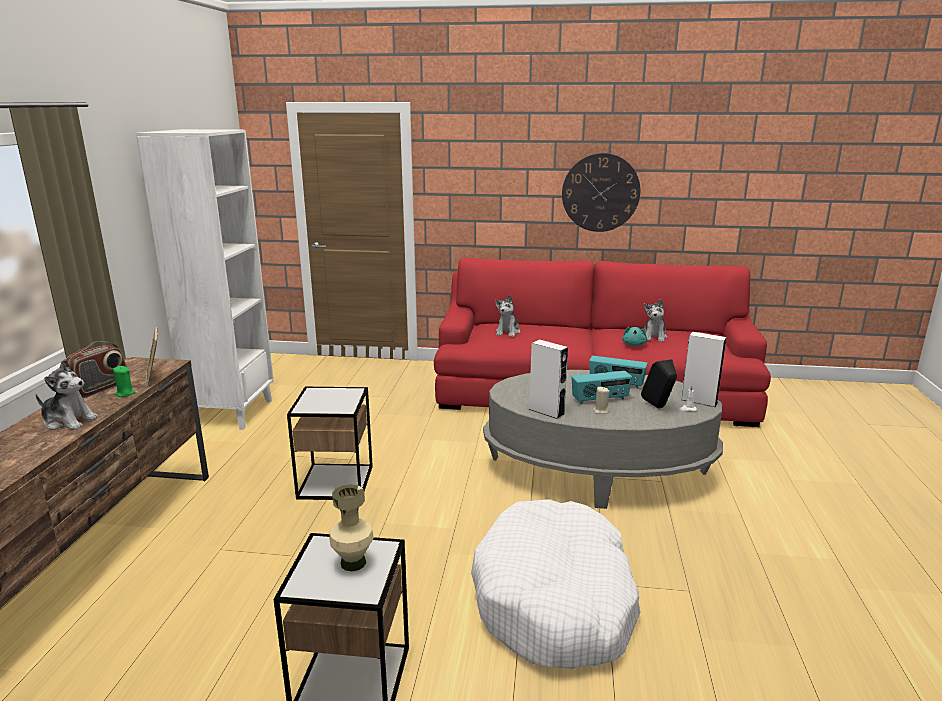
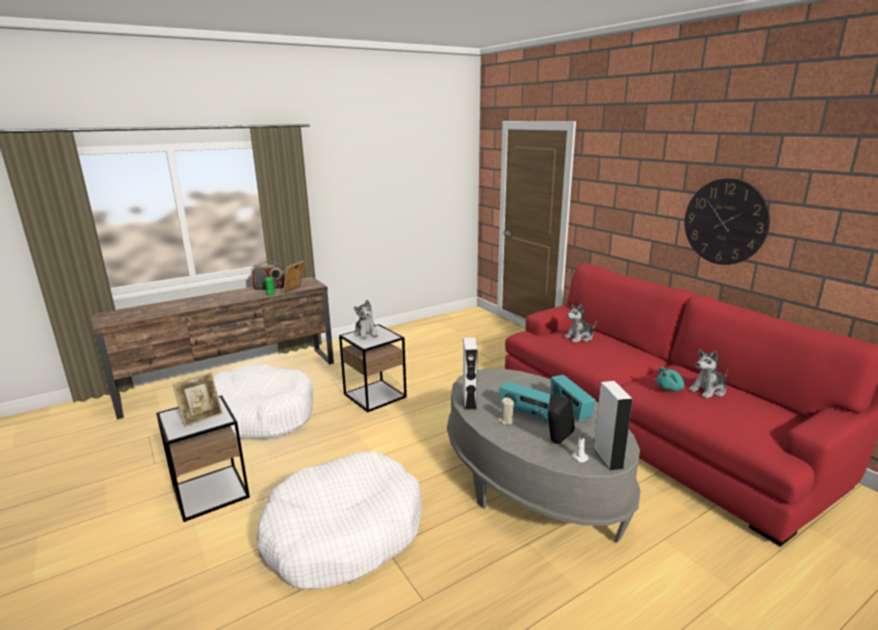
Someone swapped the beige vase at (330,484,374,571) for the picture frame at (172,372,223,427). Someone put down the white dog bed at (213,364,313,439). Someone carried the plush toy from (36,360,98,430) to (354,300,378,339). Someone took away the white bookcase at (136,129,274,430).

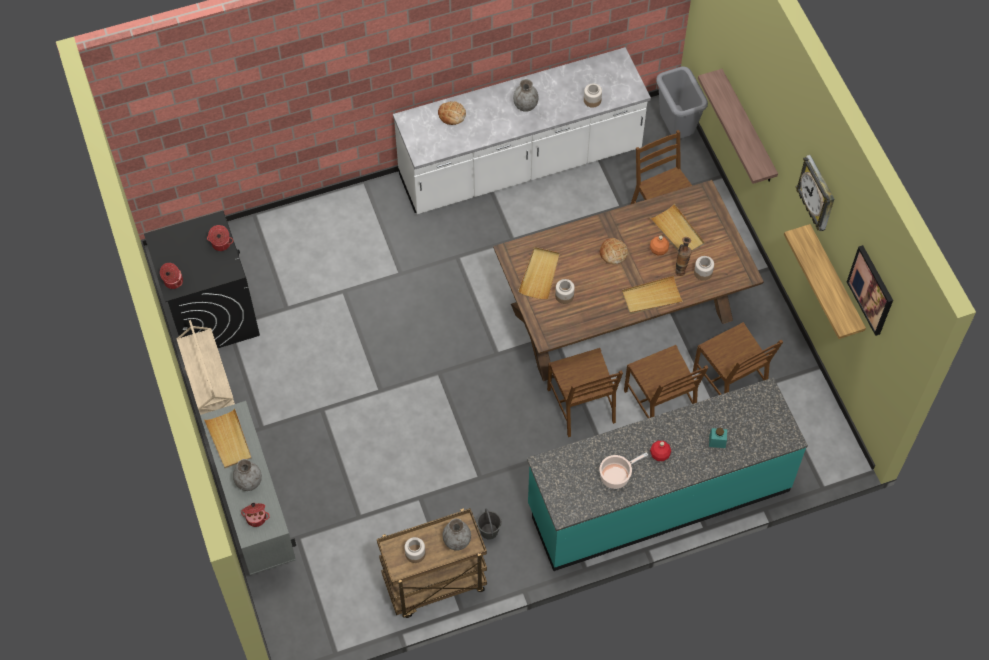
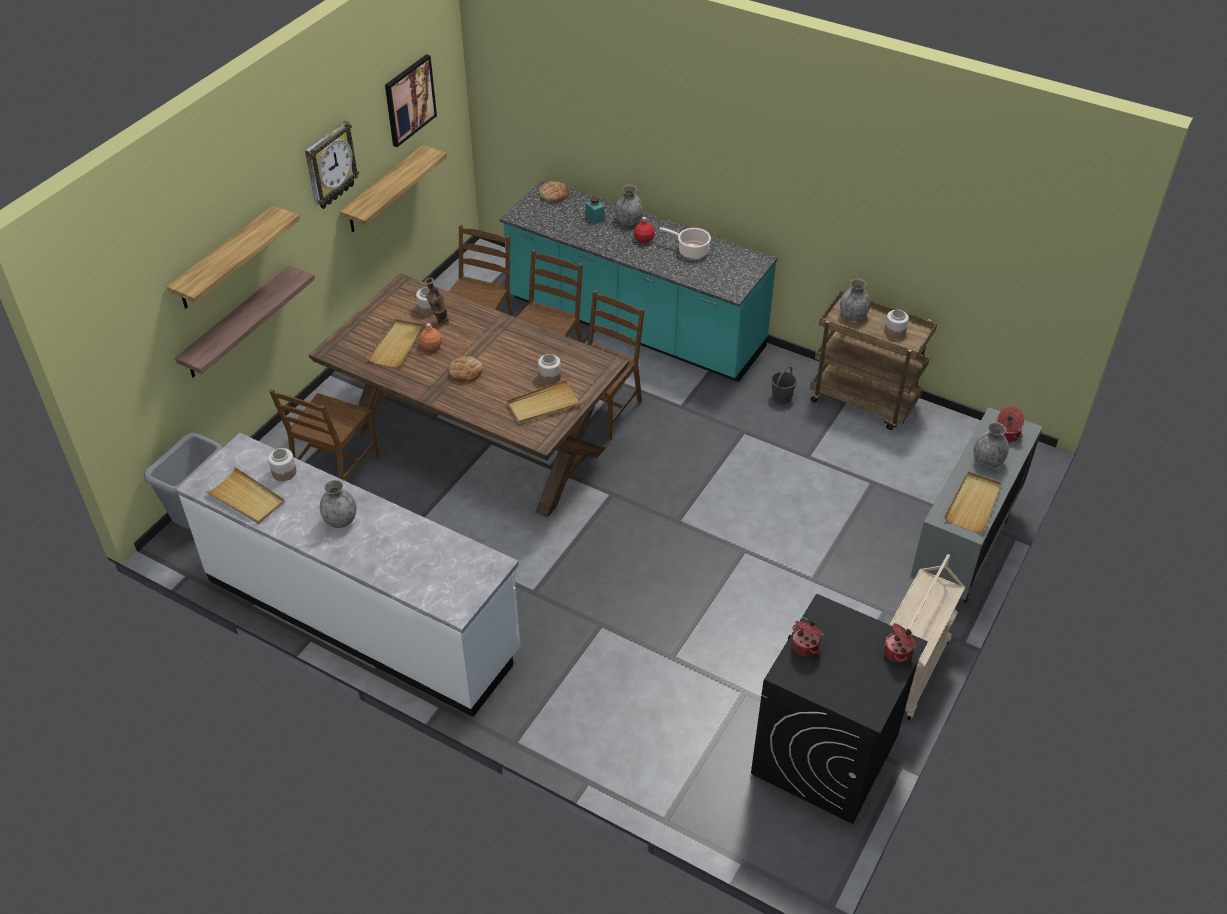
Someone put up the shelf at (167,206,300,309). Someone carried the beige tray from (622,276,684,314) to (205,467,285,524). Someone carried the bread from (438,101,466,125) to (539,181,569,203). Someone put down the grey vase at (615,185,643,226).

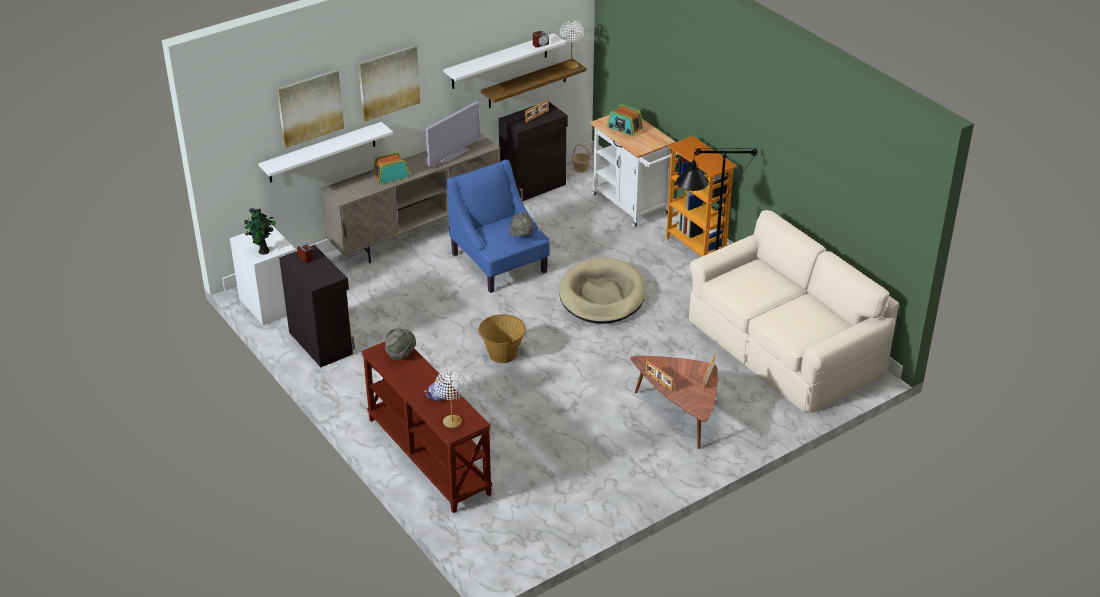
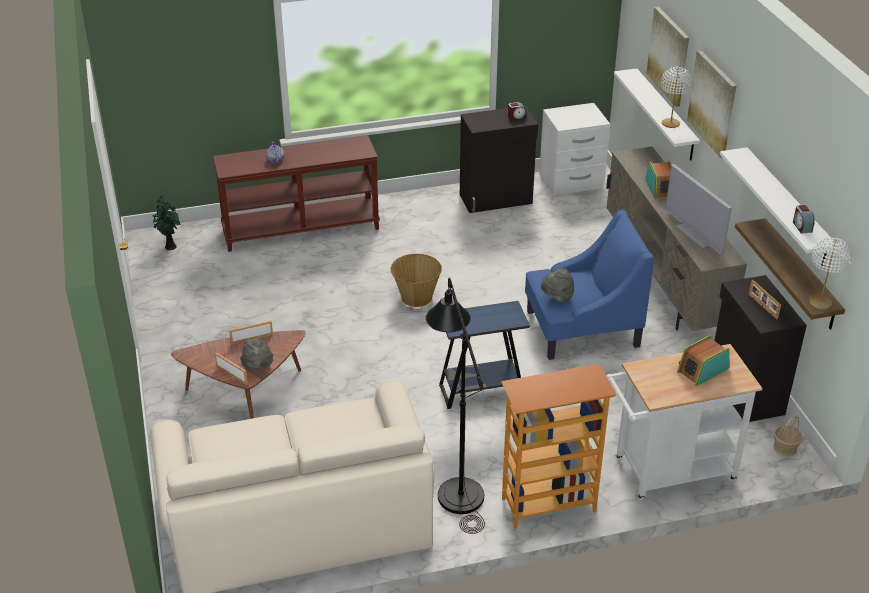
Someone carried the potted plant from (245,208,277,255) to (153,196,181,250). Someone carried the grey hat from (385,328,416,360) to (240,337,273,369). Someone swapped the beige dog bed at (559,258,646,324) for the blue side table at (439,301,530,409). Someone carried the white table lamp from (434,369,467,428) to (661,67,692,128).

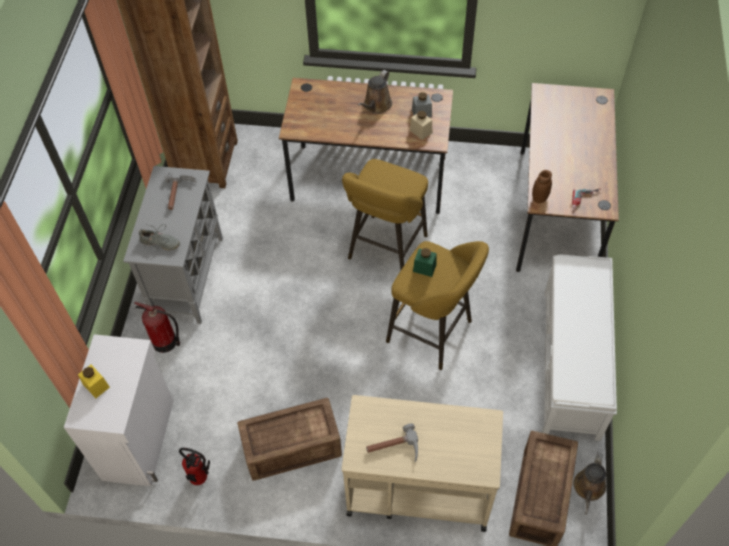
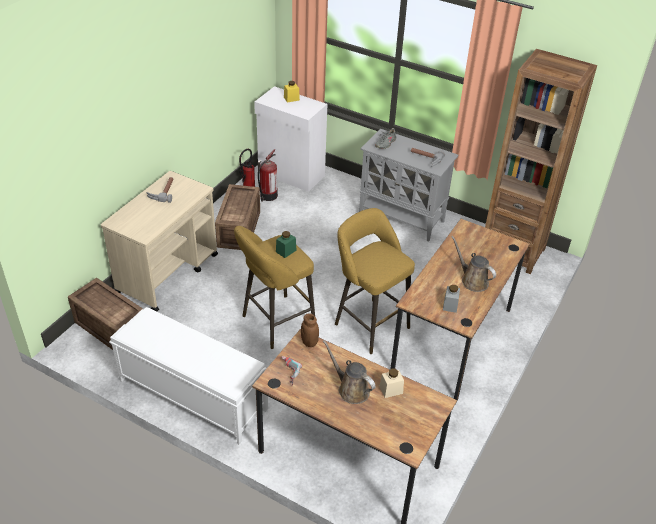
Someone carried the fire extinguisher from (134,302,180,353) to (258,149,278,201). Someone carried the brown watering can from (573,452,606,515) to (323,340,375,404). Someone carried the beige jar from (410,111,432,140) to (379,368,404,398).

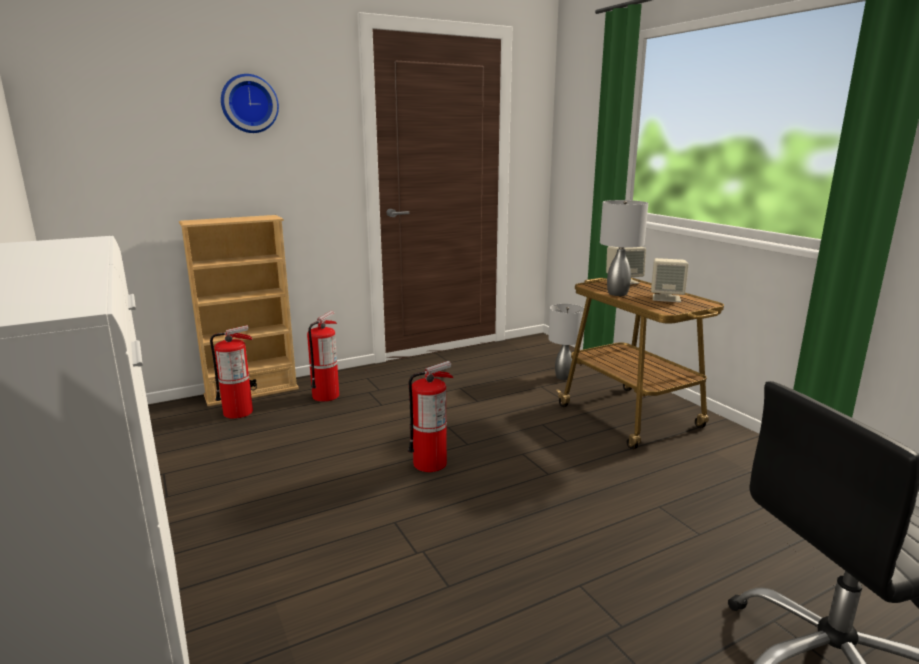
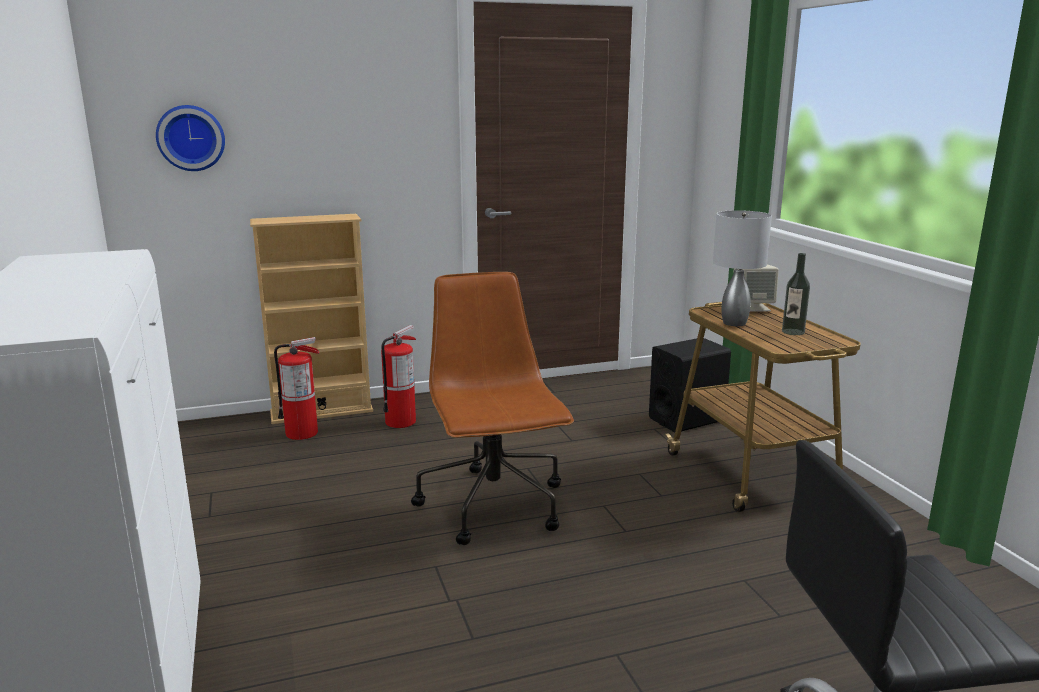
Someone carried the wall clock from (221,74,279,133) to (156,105,225,171). Someone swapped the fire extinguisher at (408,361,453,472) for the brown office chair at (411,272,574,545). Someone swapped the grey table lamp at (548,304,584,380) for the black speaker at (649,338,731,433). Someone swapped the beige speaker at (651,258,689,302) for the bottle at (782,253,810,335).

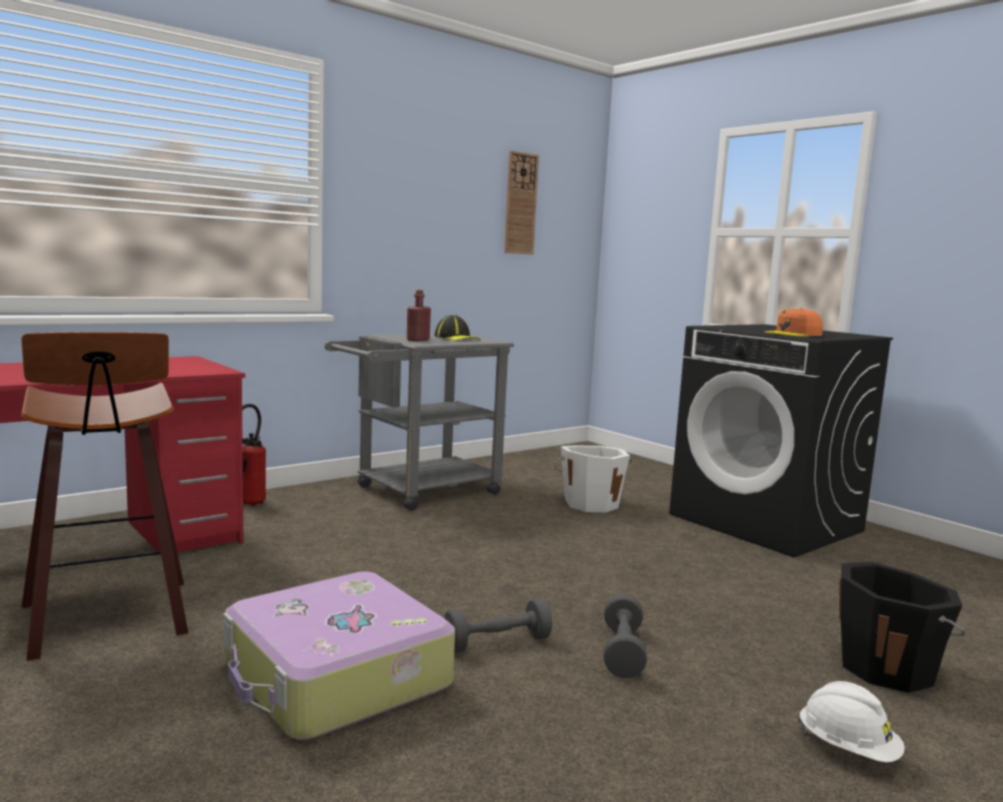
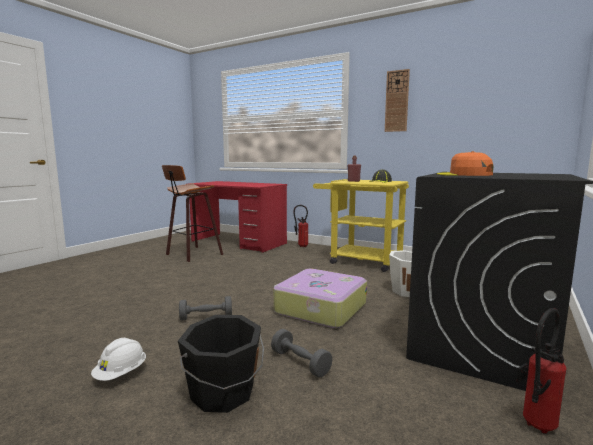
Someone carried the grey dumbbell from (444,598,552,652) to (271,329,332,378). Someone carried the suitcase from (223,571,455,740) to (274,269,367,328). Someone repainted the grey cart at (325,333,514,511), which became the yellow cart at (313,179,409,272). Someone carried the wall clock from (504,151,539,255) to (385,69,410,132). Someone put down the fire extinguisher at (517,308,567,434).

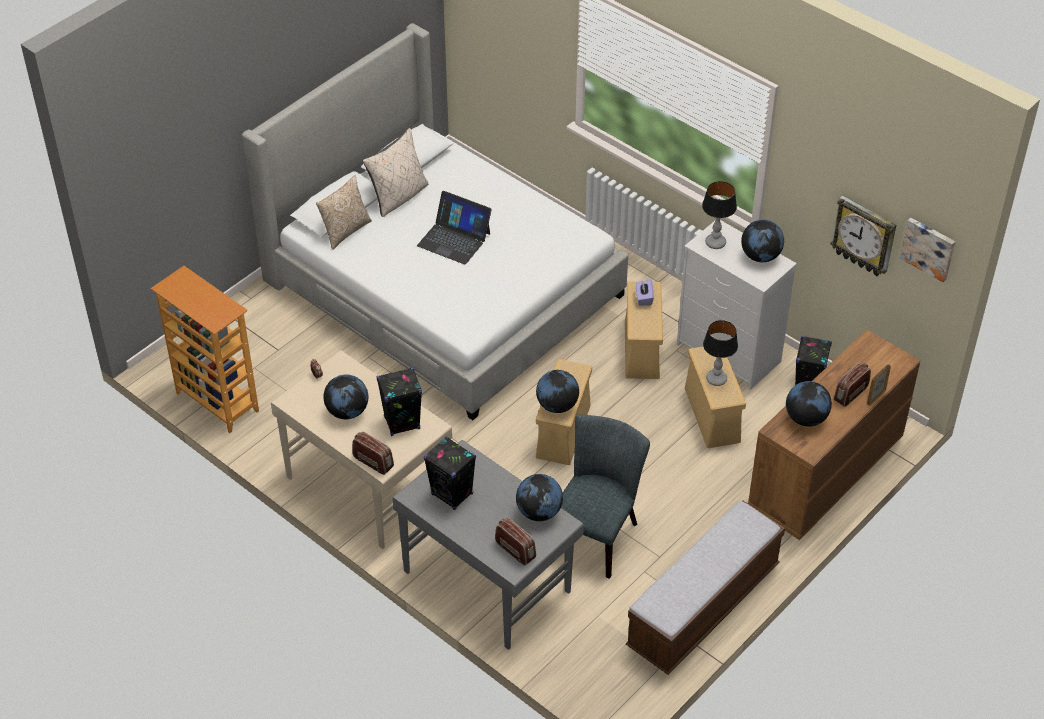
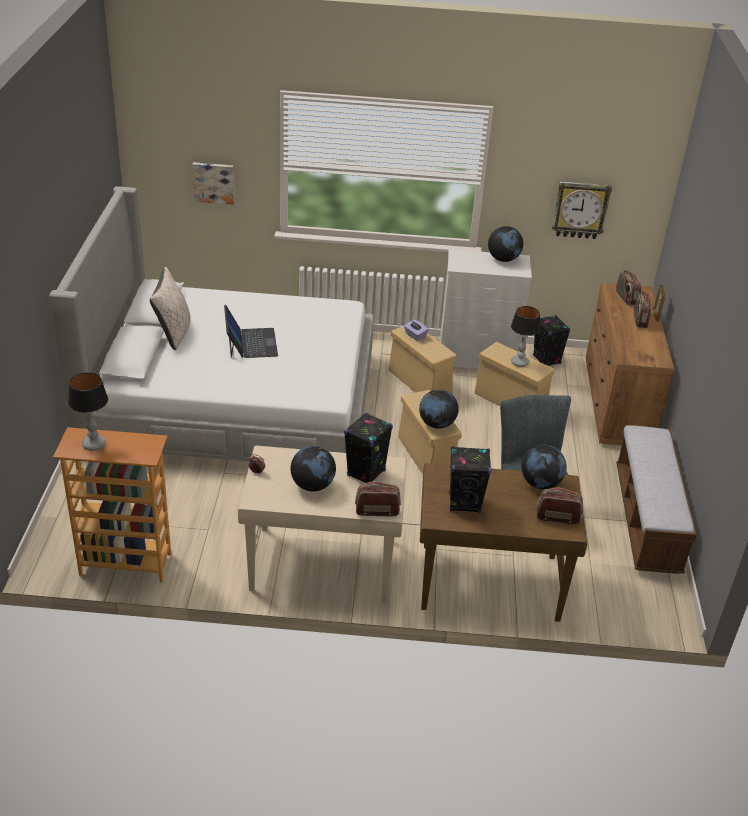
Someone carried the table lamp from (702,181,737,249) to (68,372,108,451). Someone carried the picture from (900,218,955,282) to (192,162,235,205). Someone rotated the laptop at (417,191,492,265) by 90 degrees counterclockwise. Someone repainted the grey desk at (392,440,584,650), which became the brown desk at (420,463,587,622). Someone put down the radio at (616,270,642,306). Someone took away the pillow at (316,175,372,250). Someone took away the globe at (786,381,832,427).

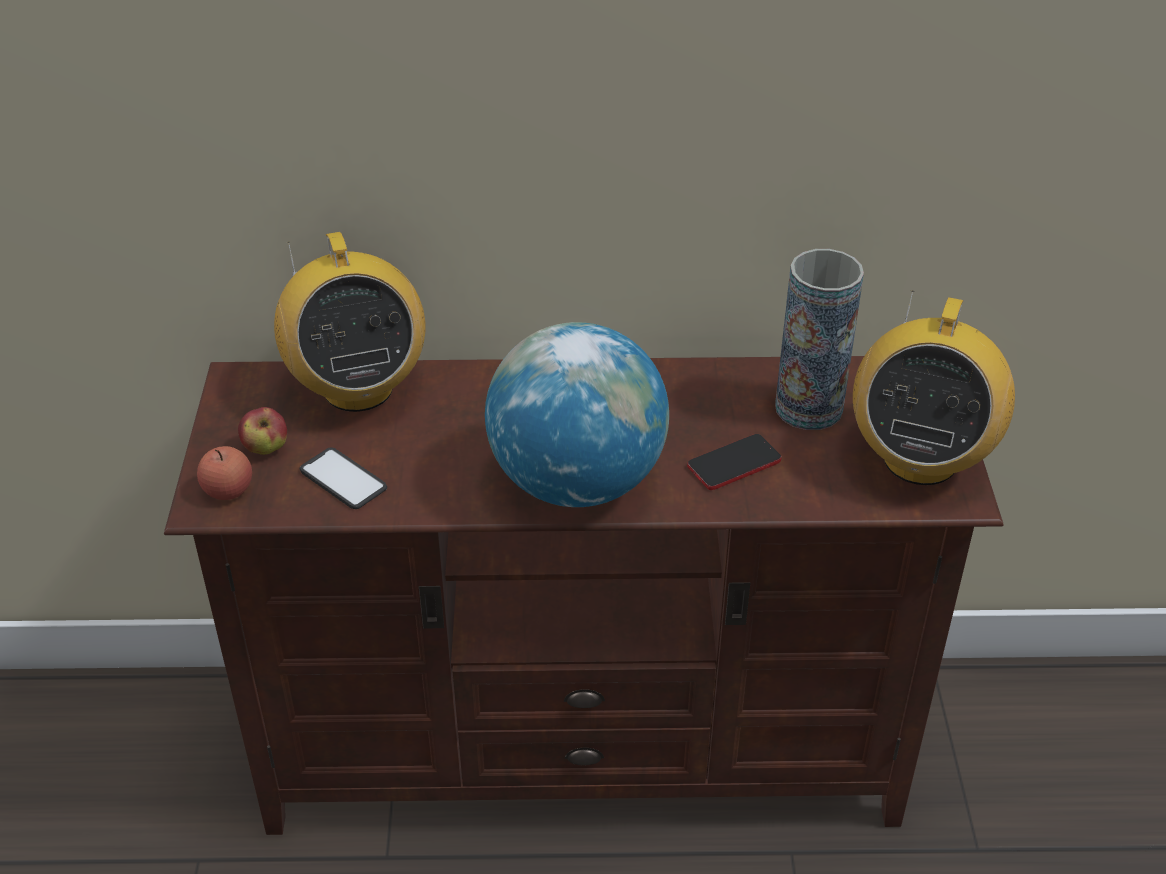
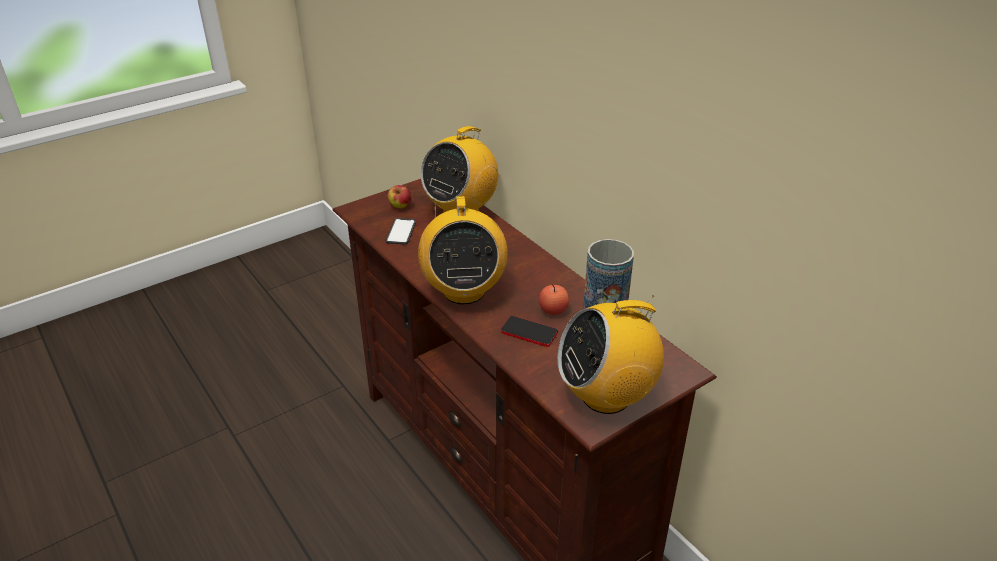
Someone swapped the globe at (485,322,669,507) for the radio at (418,196,508,304). Someone carried the apple from (197,446,252,500) to (539,284,569,315).

